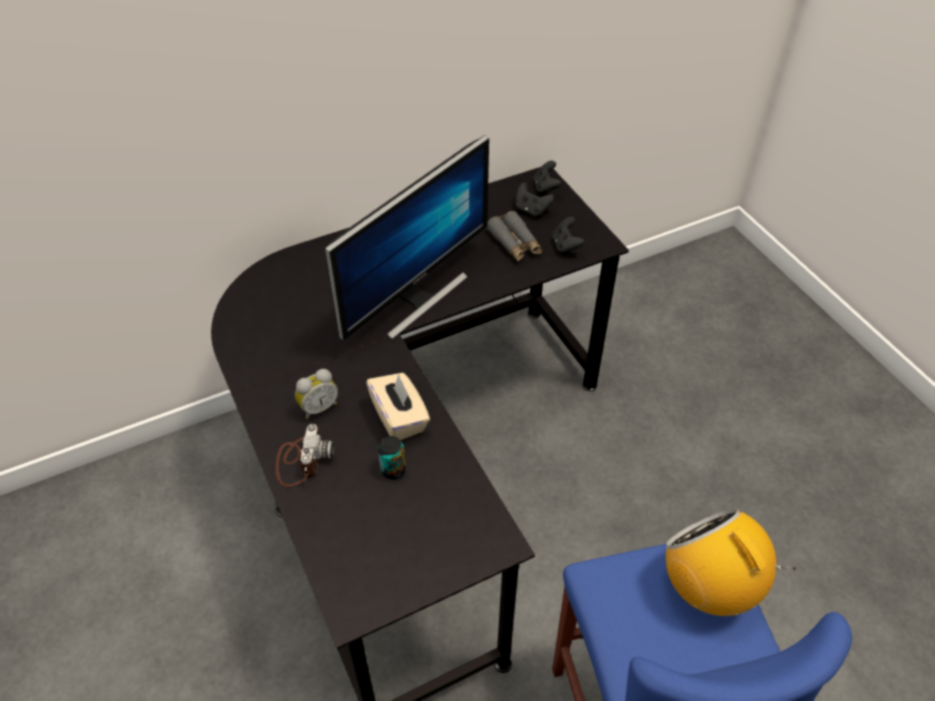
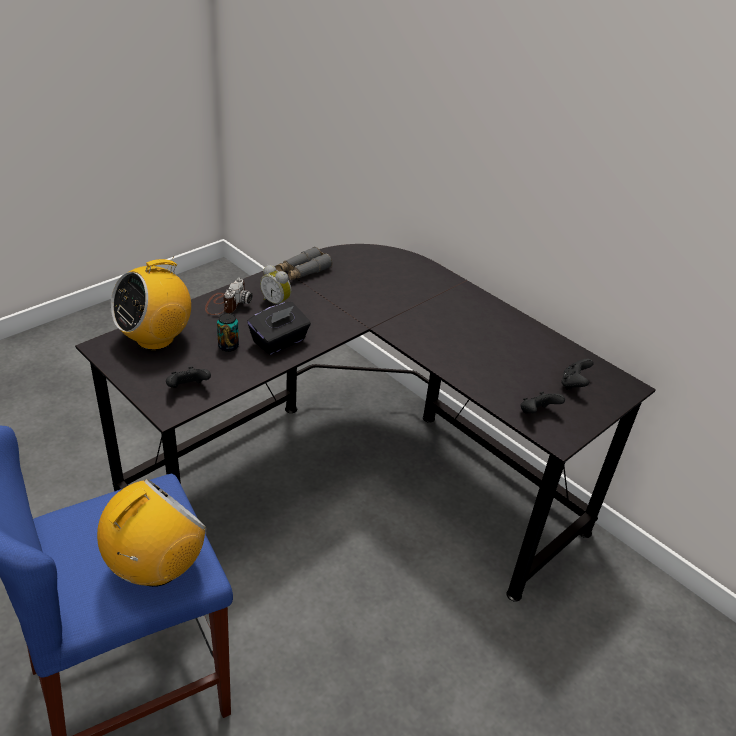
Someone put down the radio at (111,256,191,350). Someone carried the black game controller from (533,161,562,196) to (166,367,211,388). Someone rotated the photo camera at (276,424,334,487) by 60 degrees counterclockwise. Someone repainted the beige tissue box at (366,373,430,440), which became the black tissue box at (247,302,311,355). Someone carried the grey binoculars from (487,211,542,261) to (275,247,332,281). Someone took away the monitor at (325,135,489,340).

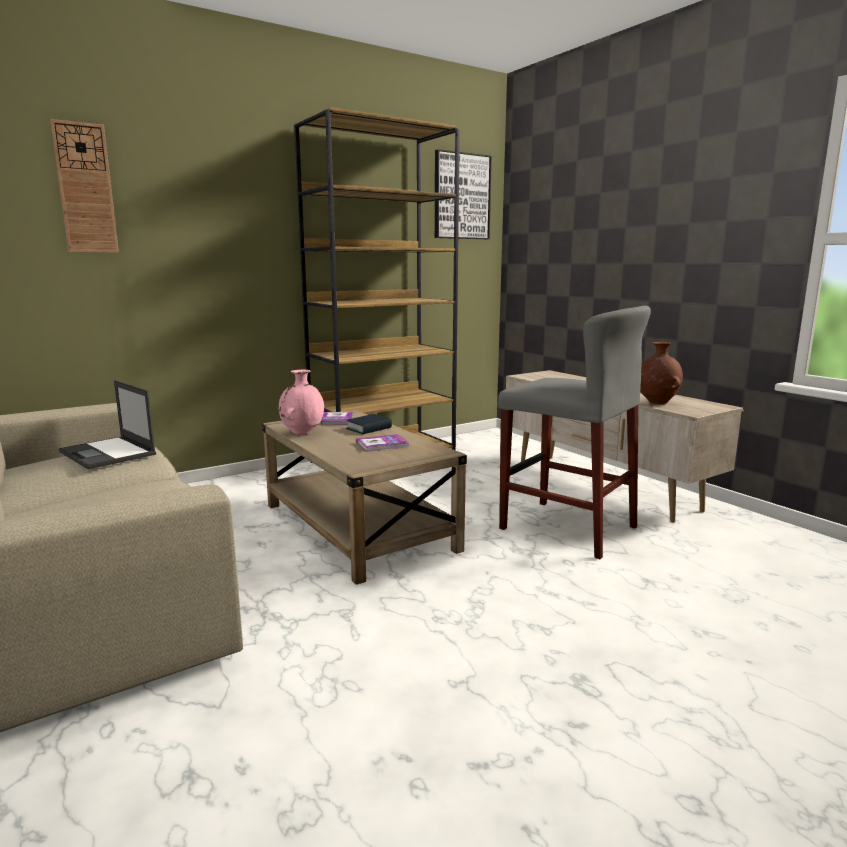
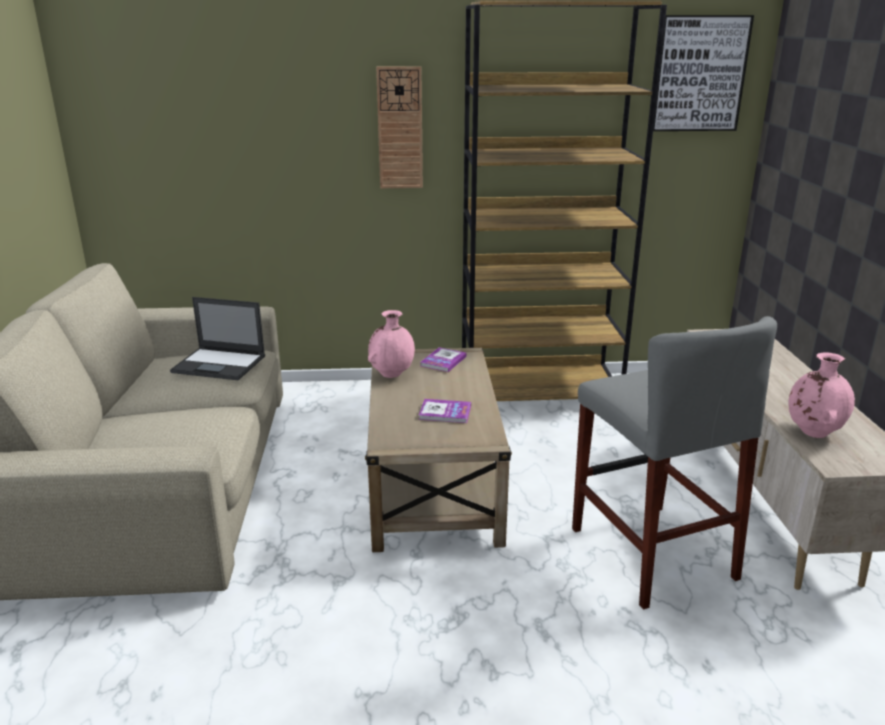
Someone rotated the laptop at (59,380,156,469) by 60 degrees counterclockwise. Someone carried the wall clock from (50,119,119,253) to (376,66,423,188). Someone repainted the brown vase at (640,342,683,404), which became the pink vase at (788,352,855,438). Someone took away the book at (346,414,392,434).

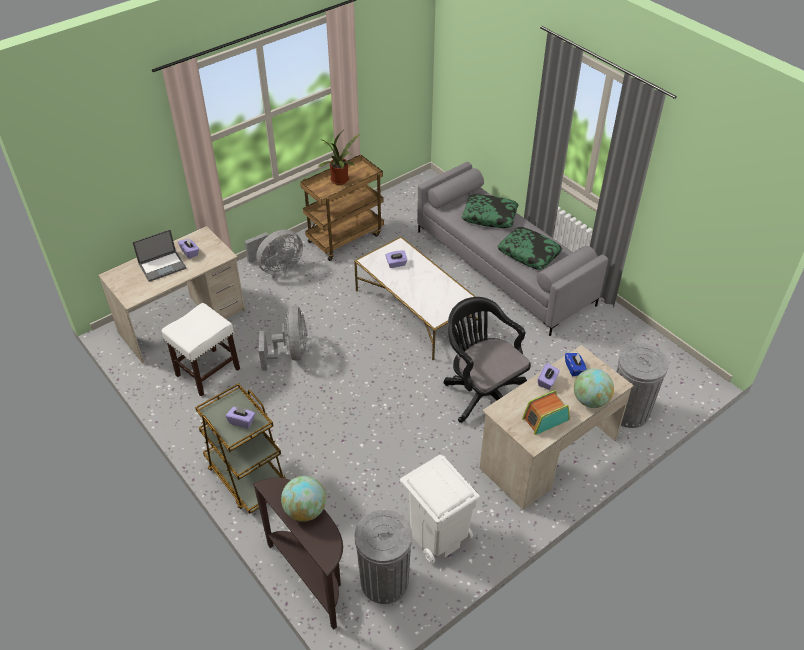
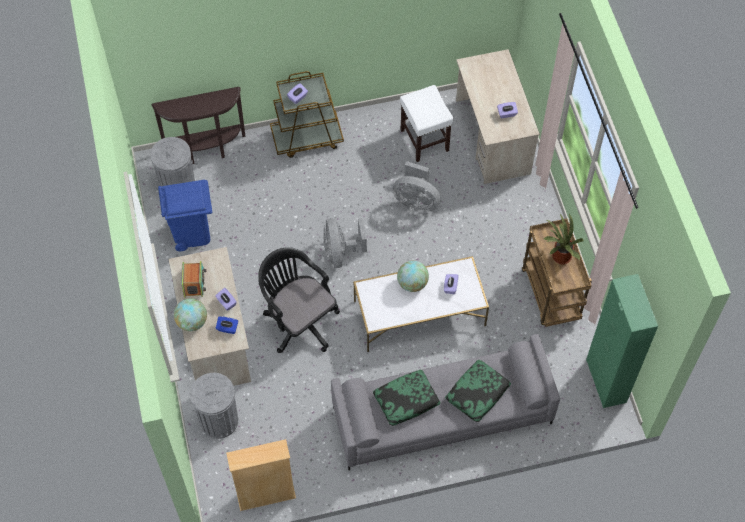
Someone repainted the white trash can at (400,455,480,564), which became the blue trash can at (158,180,212,251). Someone put down the beige bookcase at (226,439,296,511). Someone rotated the black office chair at (444,297,531,423) by 120 degrees counterclockwise. Someone carried the grey fan from (244,230,303,275) to (323,218,367,268). Someone carried the globe from (281,476,326,522) to (397,261,429,292). Someone put down the green cabinet at (586,274,658,408). Someone took away the laptop at (132,230,186,282).

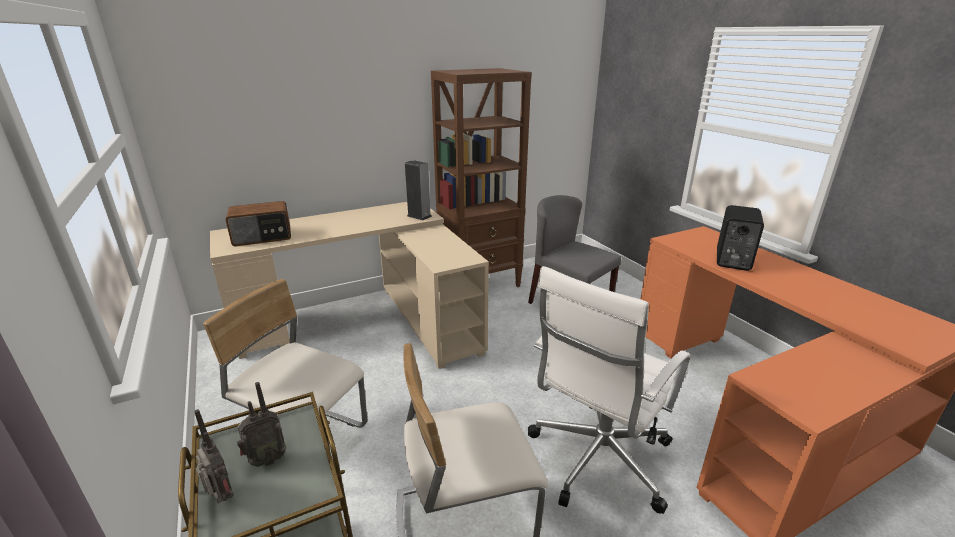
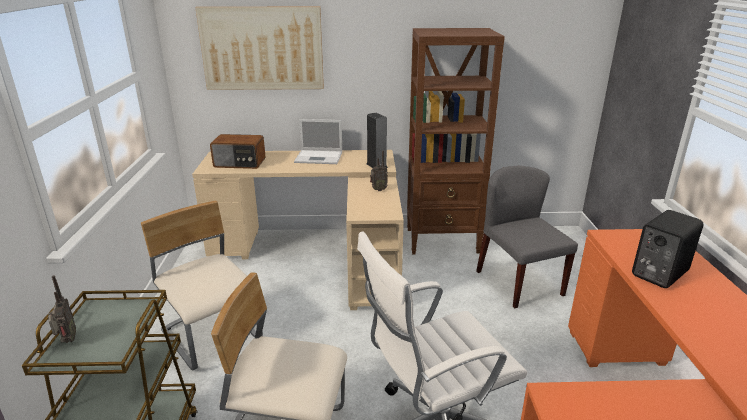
Someone put up the picture at (195,6,324,90). Someone put down the laptop at (294,119,342,164). Someone carried the radio from (237,382,286,467) to (370,150,388,191).

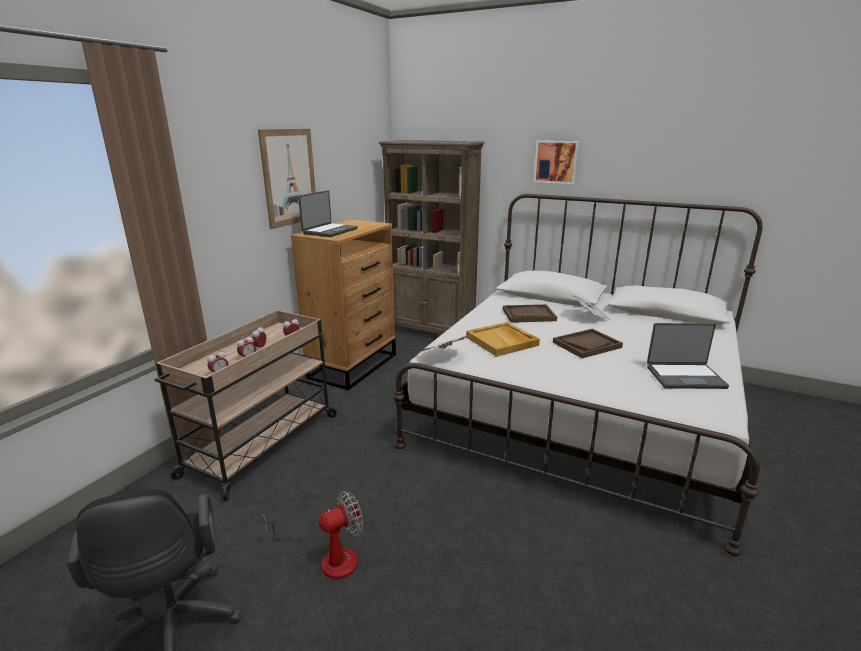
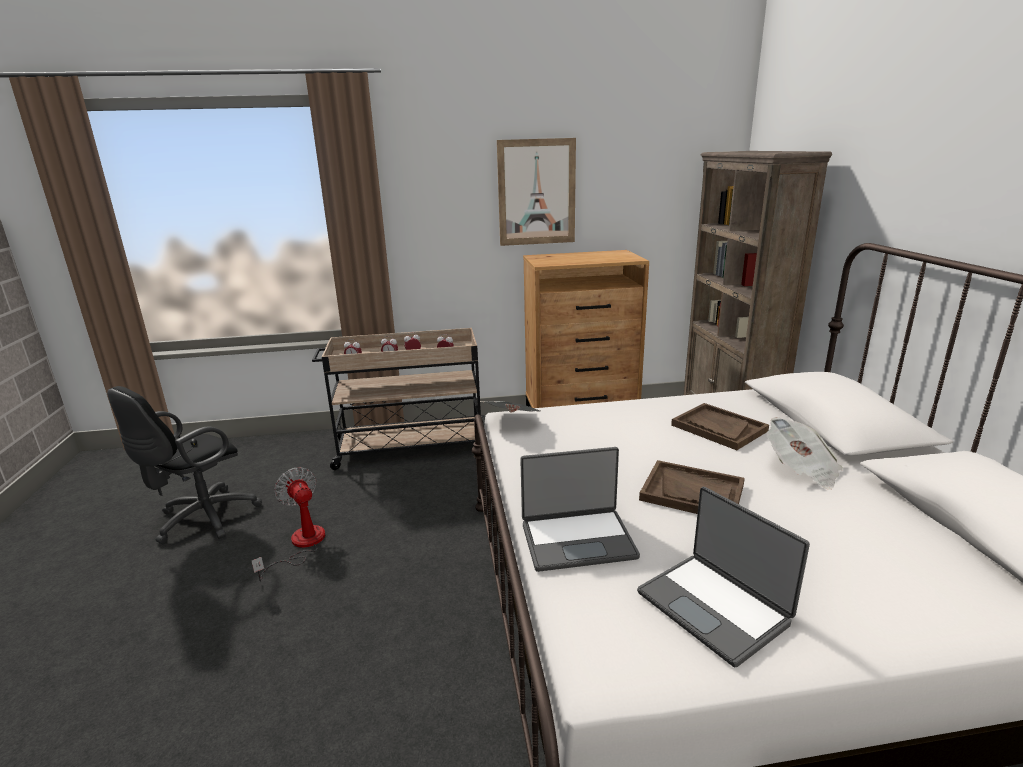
Someone rotated the fan at (263,491,363,579) by 150 degrees counterclockwise. Someone carried the laptop from (298,190,358,237) to (520,447,640,572). Someone took away the beige tray at (466,322,540,357). Someone took away the picture at (534,140,579,184).

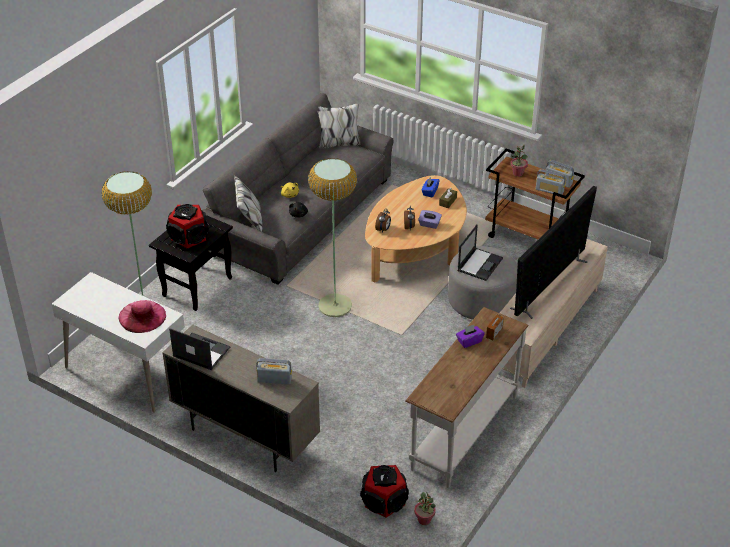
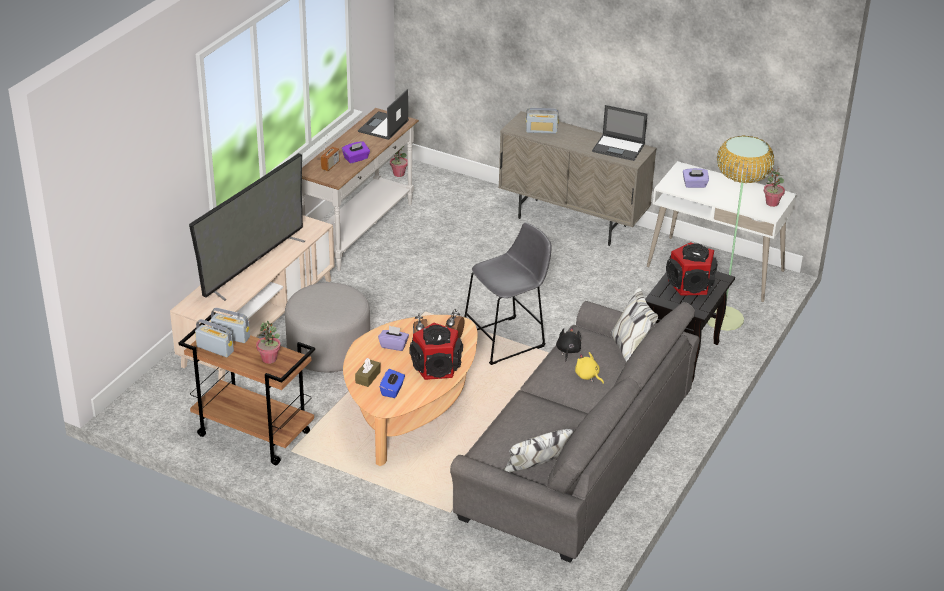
Someone carried the laptop from (457,224,503,281) to (358,89,409,140). Someone carried the speaker from (360,465,409,517) to (409,323,463,380). Someone swapped the floor lamp at (308,158,357,317) for the grey stool at (464,222,552,365). Someone swapped the pink hat at (118,300,166,333) for the purple tissue box at (683,168,709,188). Someone put down the potted plant at (764,169,785,207).

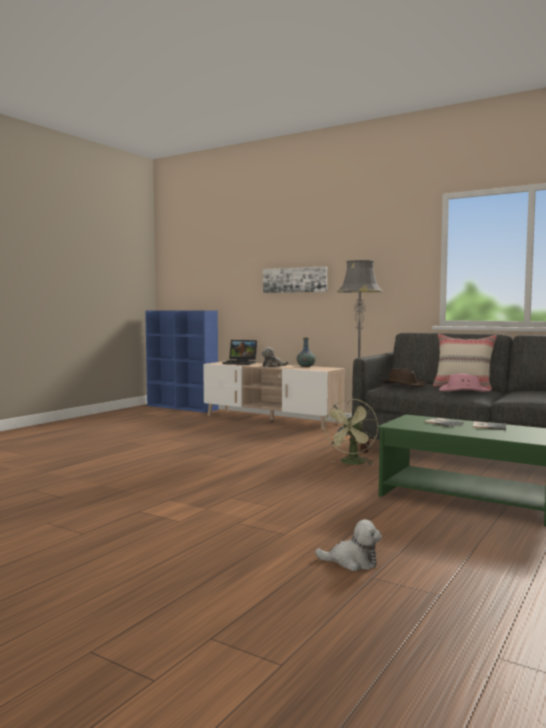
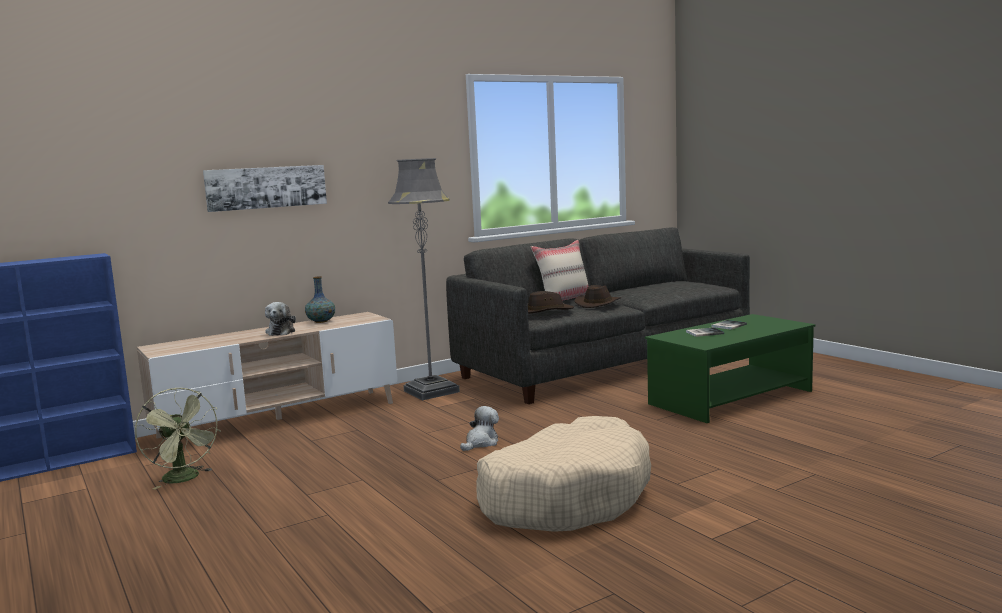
Someone carried the green fan from (323,399,378,465) to (135,388,221,489). Someone carried the plush toy from (315,519,382,571) to (460,406,499,451). Someone put down the beige dog bed at (476,416,651,532). Someone repainted the pink hat at (439,373,491,392), which became the brown hat at (574,285,621,308). Someone took away the laptop at (223,340,257,365).

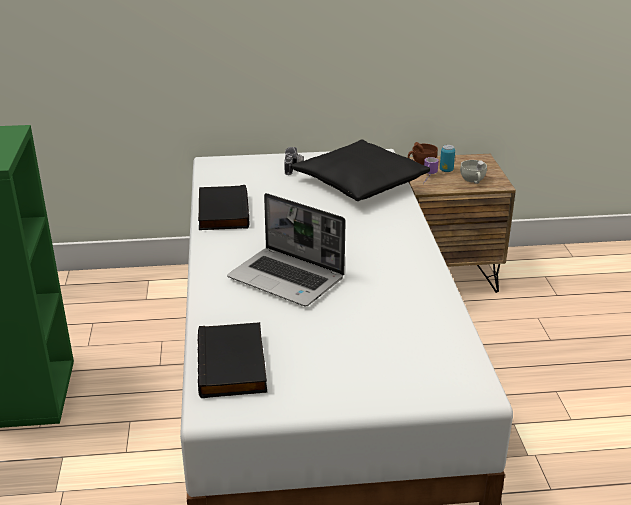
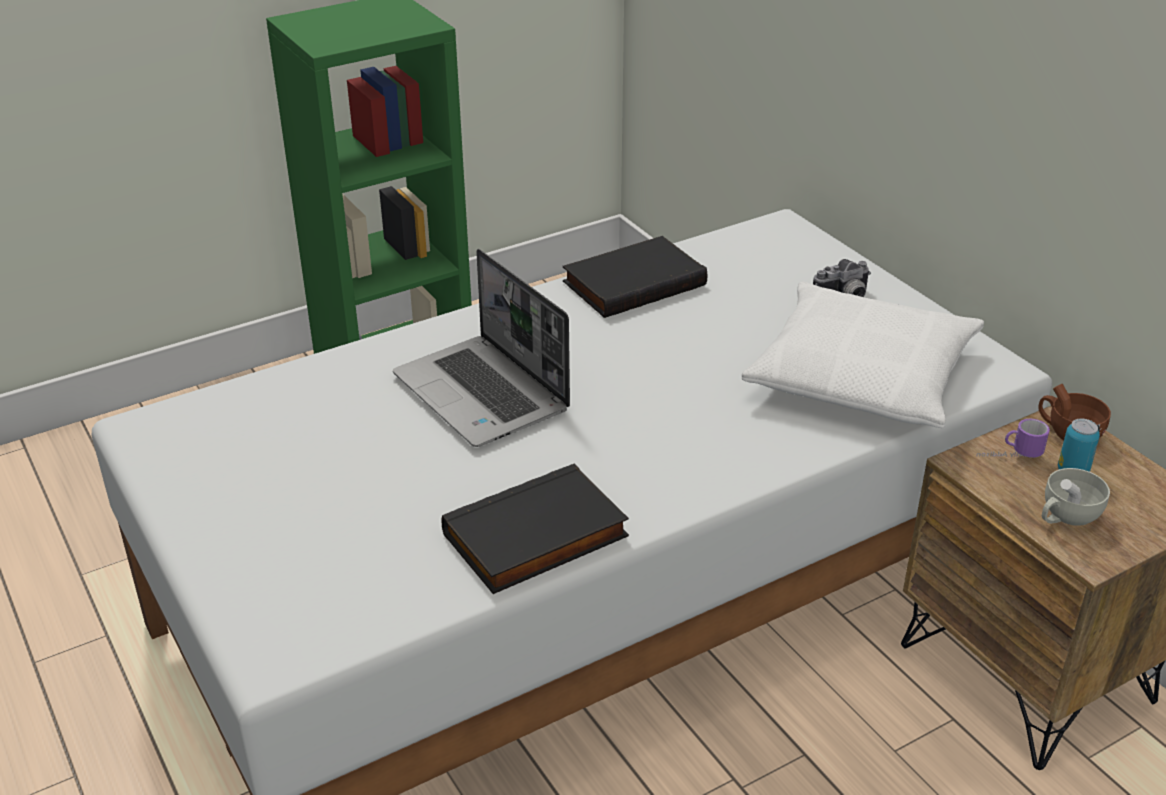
Someone rotated the laptop at (227,193,346,306) by 45 degrees counterclockwise. Someone carried the black book from (198,322,267,398) to (441,463,629,594). Someone repainted the black pillow at (291,139,430,201), which became the white pillow at (742,281,984,428).

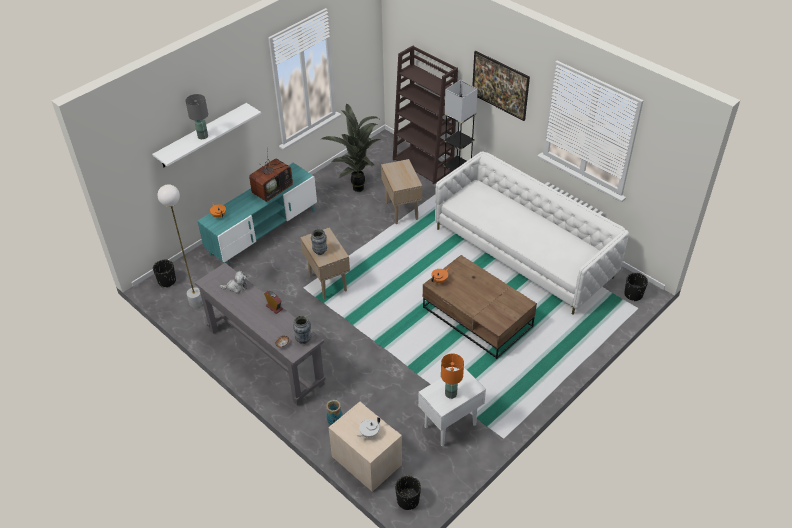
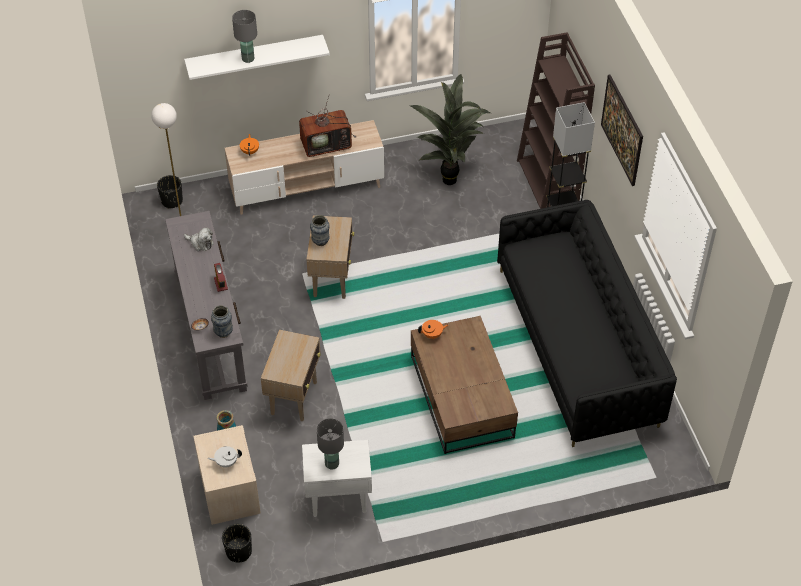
Someone repainted the turquoise tv stand at (198,163,317,265), which became the beige tv stand at (225,120,384,215). Someone carried the beige side table from (381,159,422,224) to (261,330,321,421). Someone repainted the orange table lamp at (441,353,464,399), which became the grey table lamp at (317,418,344,469). Someone repainted the white sofa at (435,151,629,314), which became the black sofa at (497,200,677,447). Someone took away the black planter at (624,273,648,301).

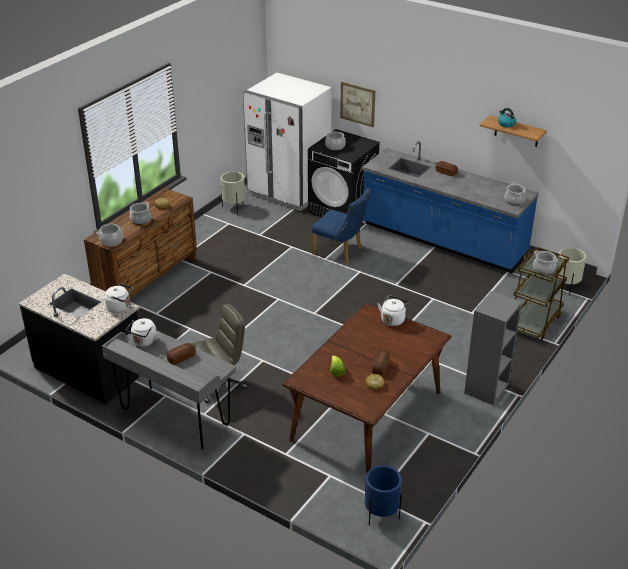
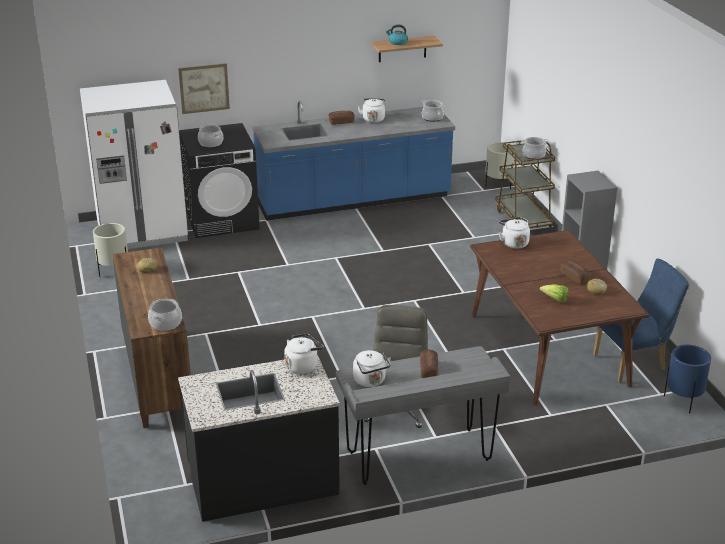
Someone put down the white kettle at (358,98,385,123). Someone carried the blue chair from (312,188,370,264) to (593,259,689,383). Someone took away the cooking pot at (129,202,151,225).

